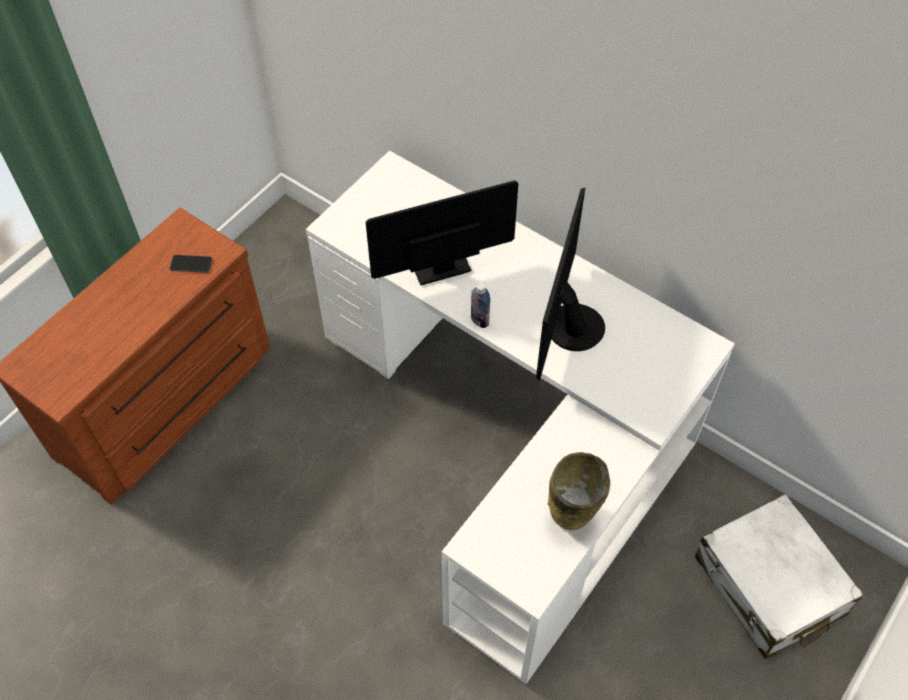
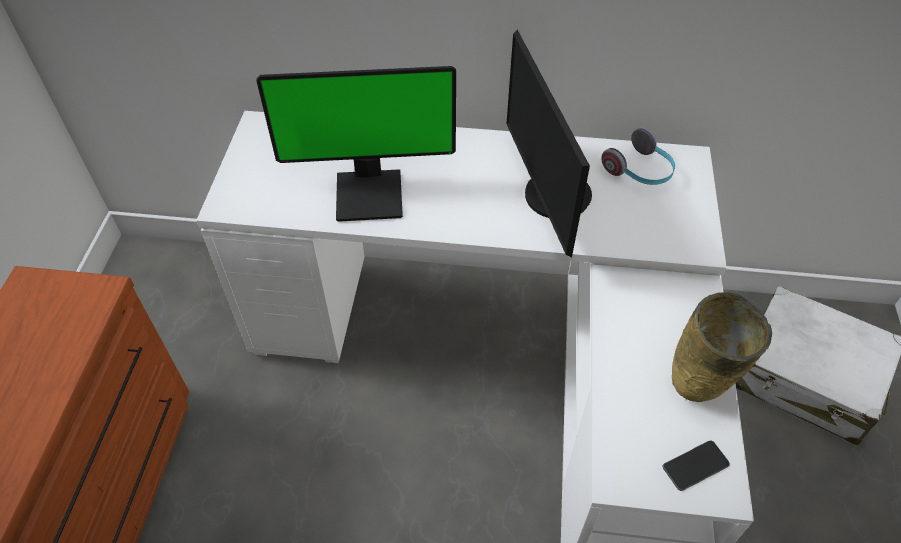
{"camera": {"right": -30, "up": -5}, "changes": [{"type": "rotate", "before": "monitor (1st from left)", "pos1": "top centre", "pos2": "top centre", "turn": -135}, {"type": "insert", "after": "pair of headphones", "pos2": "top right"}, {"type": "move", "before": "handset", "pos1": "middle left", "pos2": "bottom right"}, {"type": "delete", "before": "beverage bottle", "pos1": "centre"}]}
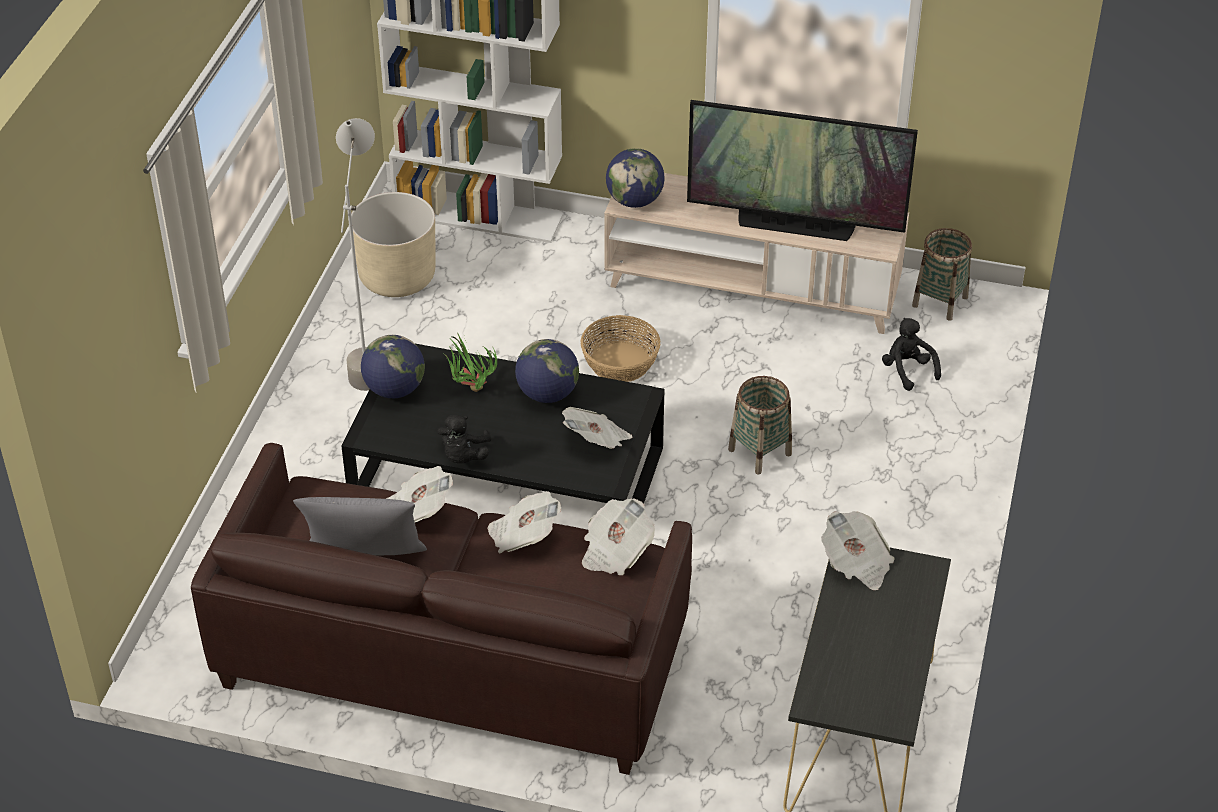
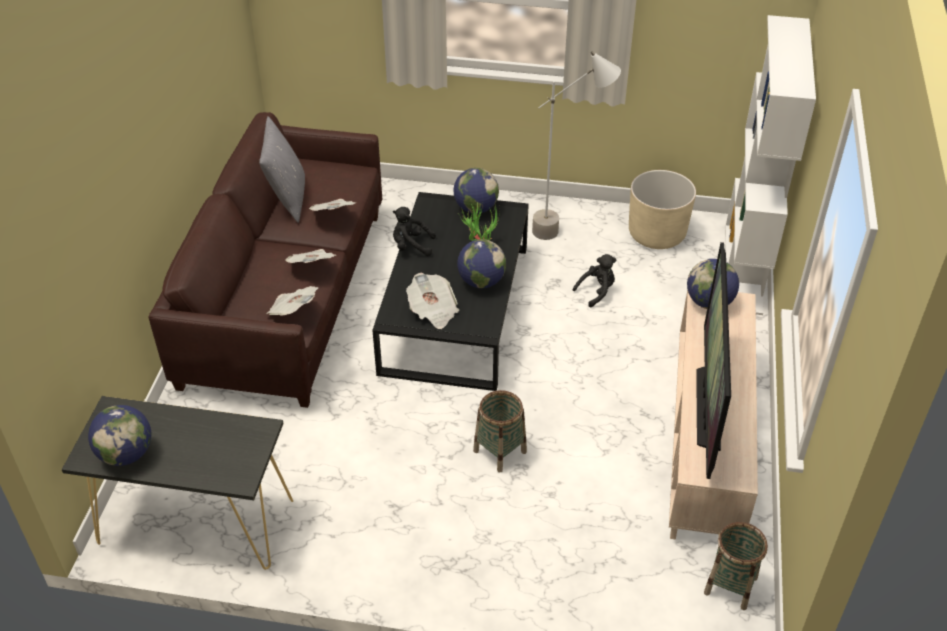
{"camera": {"right": 85, "up": 0}, "changes": [{"type": "insert", "after": "desk globe (1st from left)", "pos2": "bottom left"}, {"type": "move", "before": "black plush toy (2nd from left)", "pos1": "middle right", "pos2": "centre"}, {"type": "delete", "before": "storage basket (1st from left)", "pos1": "centre"}, {"type": "delete", "before": "daily paper (5th from left)", "pos1": "bottom right"}]}
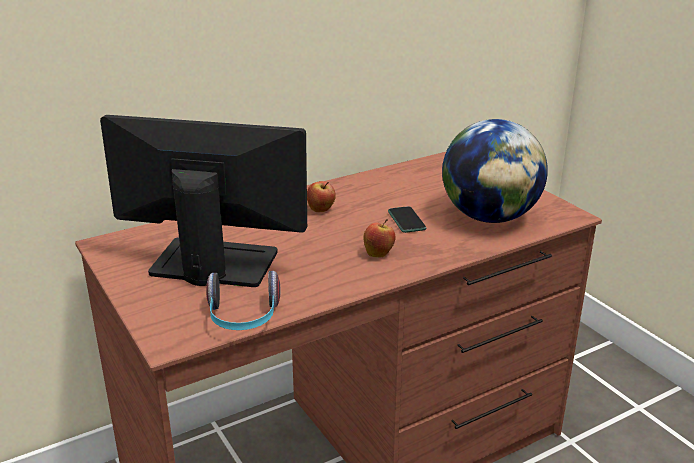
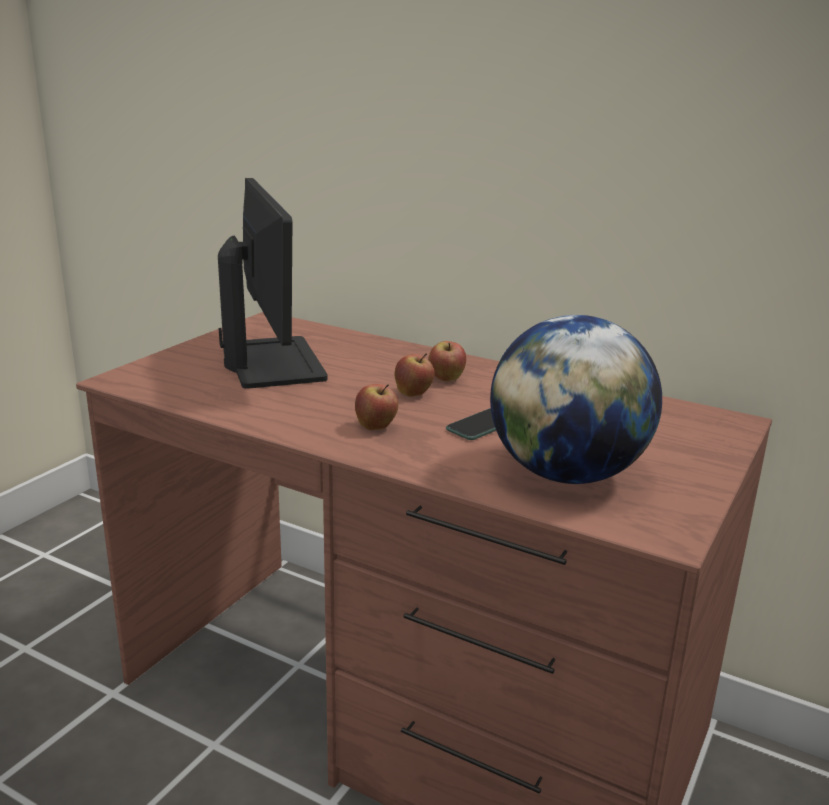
{"camera": {"right": 60, "up": -5}, "changes": [{"type": "insert", "after": "apple (2nd from left)", "pos2": "centre"}, {"type": "delete", "before": "pair of headphones", "pos1": "centre"}]}
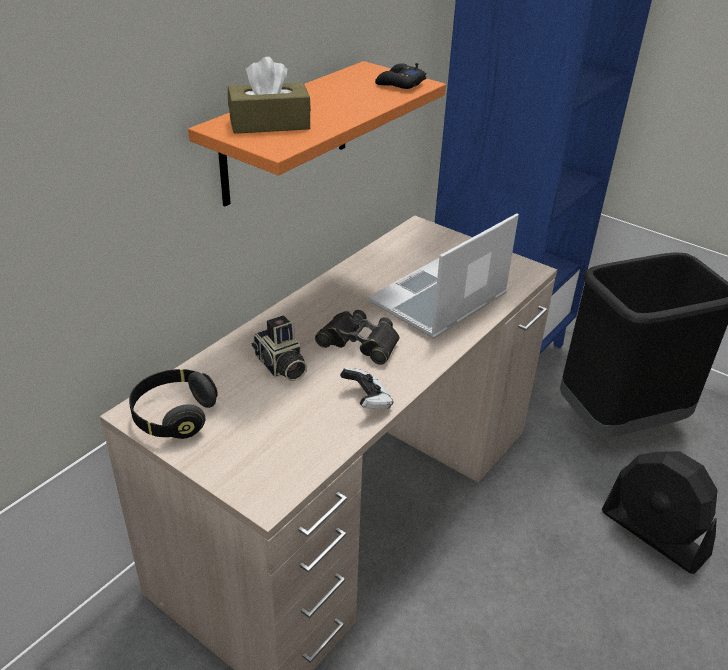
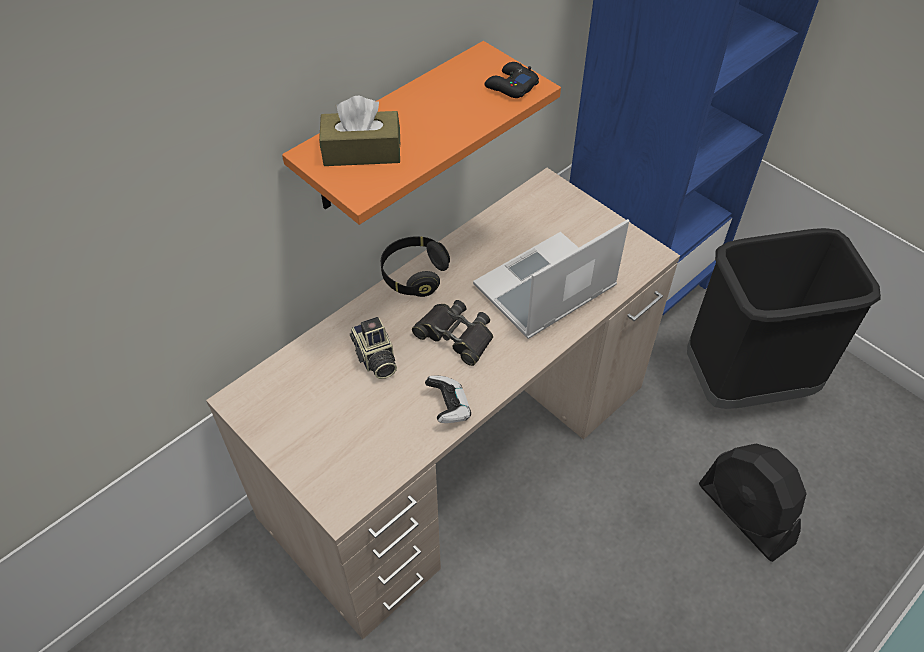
{"camera": {"right": 10, "up": 15}, "changes": [{"type": "move", "before": "black pair of headphones", "pos1": "middle left", "pos2": "centre"}]}
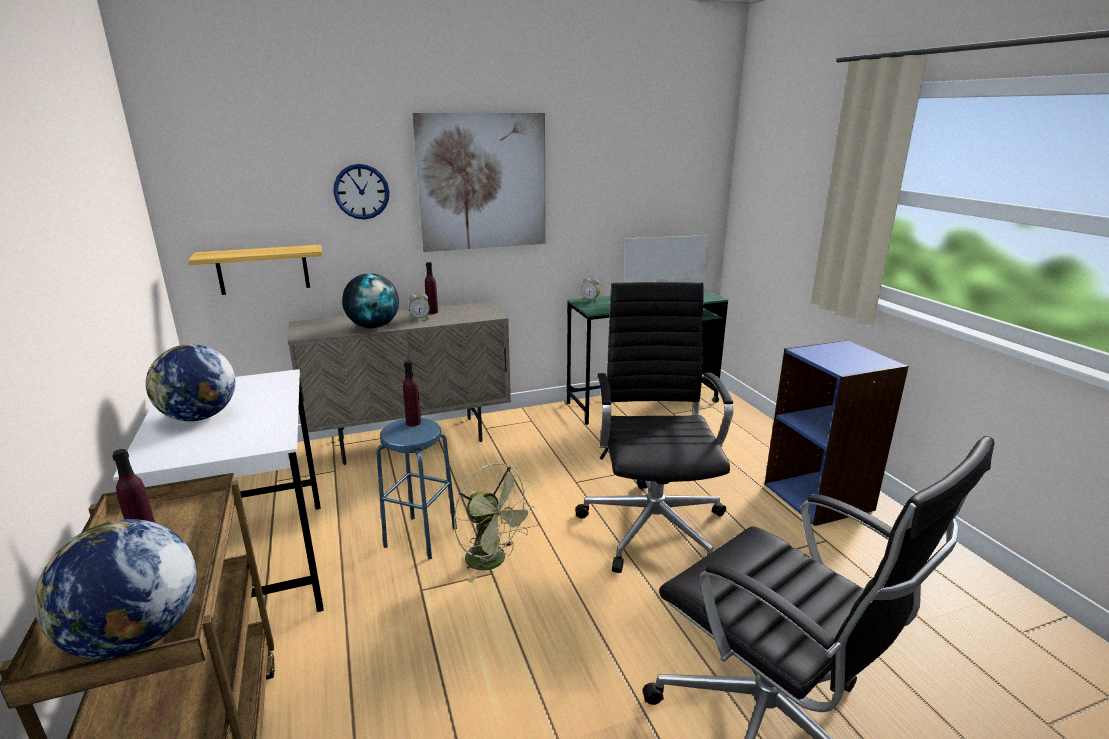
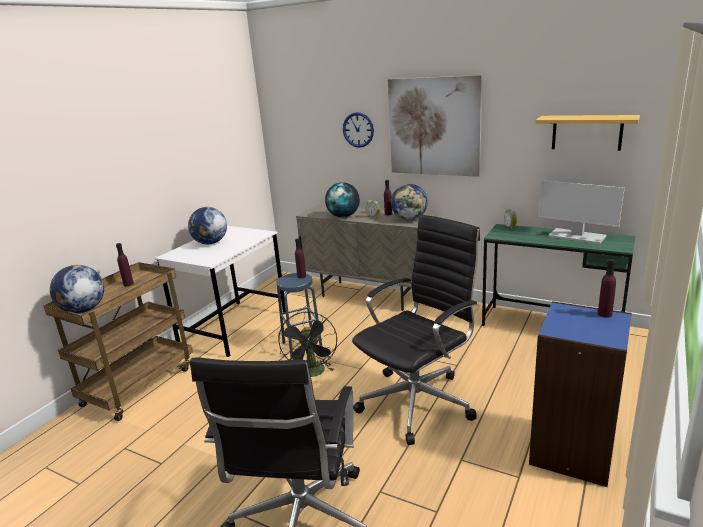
{"camera": {"right": 50, "up": 0}, "changes": [{"type": "recolor", "before": "greenish cooling fan", "after": "black cooling fan", "pos1": "bottom centre", "pos2": "centre"}, {"type": "insert", "after": "desk globe (4th from left)", "pos2": "centre"}, {"type": "move", "before": "bracket shelf", "pos1": "middle left", "pos2": "top right"}, {"type": "insert", "after": "purple beverage bottle (4th from left)", "pos2": "middle right"}]}
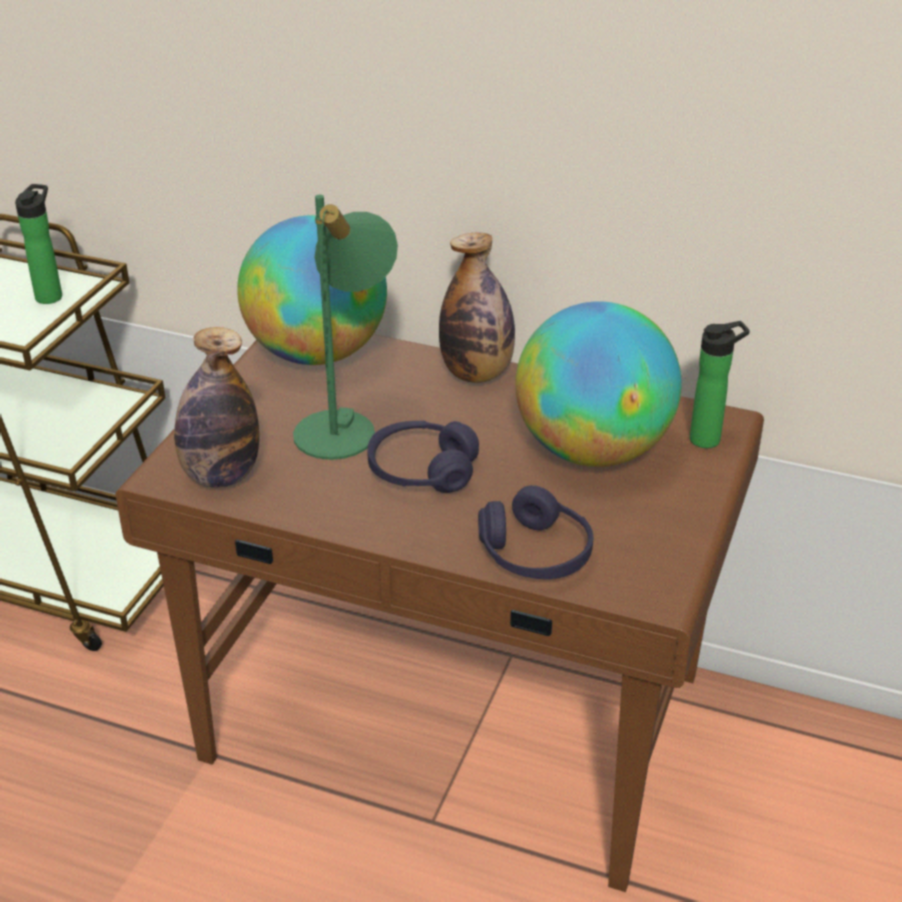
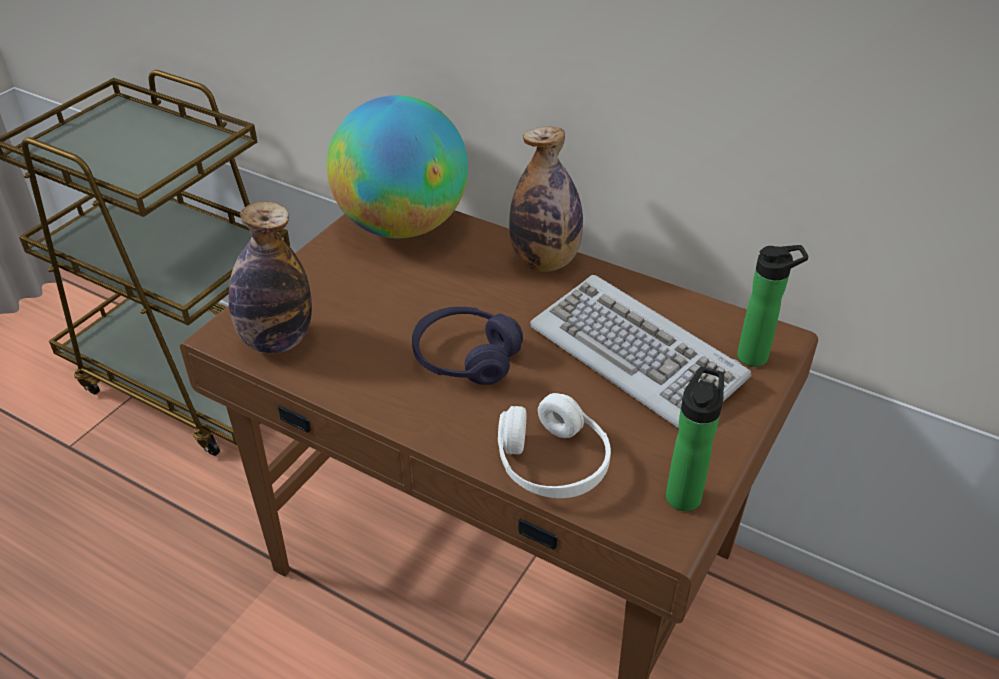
{"camera": {"right": 10, "up": 5}, "changes": [{"type": "recolor", "before": "purple pair of headphones (2nd from left)", "after": "white pair of headphones", "pos1": "centre", "pos2": "centre"}, {"type": "replace", "before": "desk globe (2nd from left)", "after": "computer keyboard", "pos1": "centre", "pos2": "centre"}, {"type": "move", "before": "beverage bottle (1st from left in the first image)", "after": "beverage bottle (3rd from left)", "pos1": "top left", "pos2": "middle right"}, {"type": "delete", "before": "greenish lamp for a table", "pos1": "centre"}]}
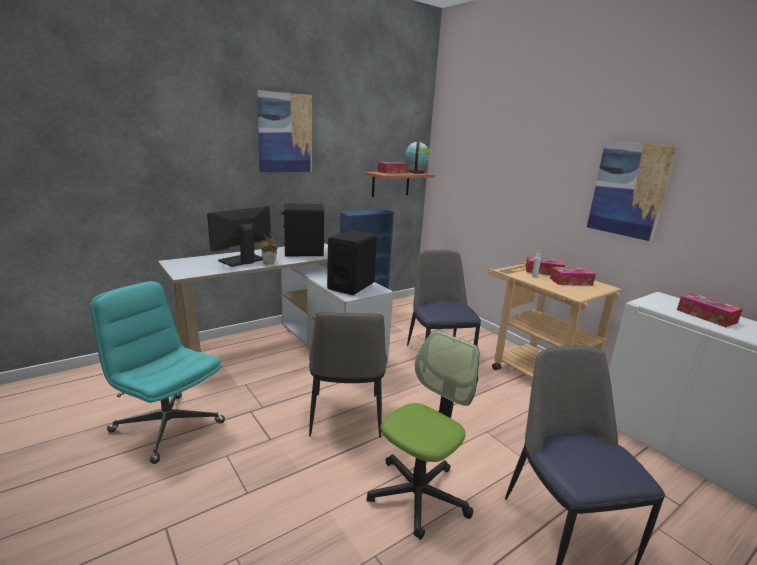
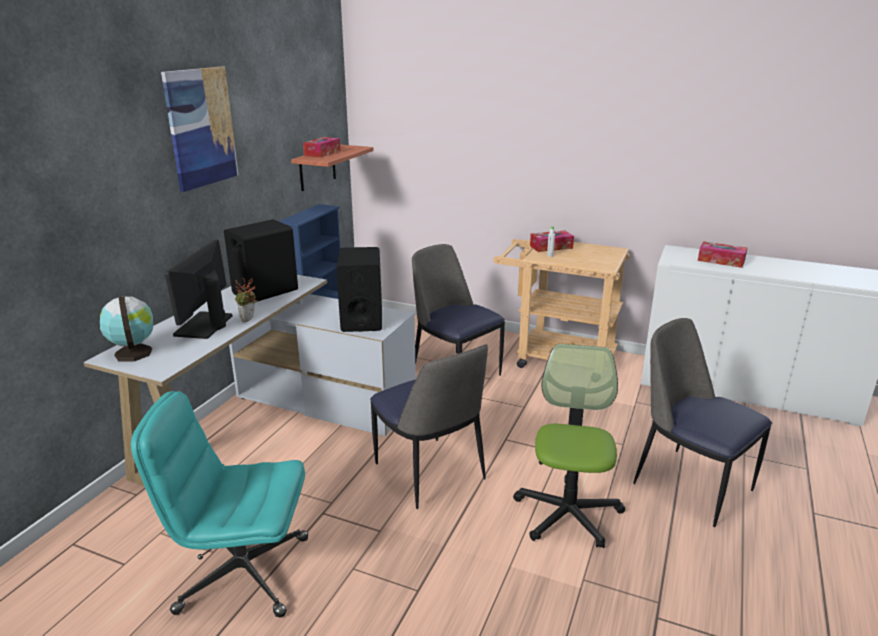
{"camera": {"right": -30, "up": 5}, "changes": [{"type": "move", "before": "desk globe", "pos1": "top centre", "pos2": "middle left"}, {"type": "delete", "before": "box of tissues (3rd from left)", "pos1": "middle right"}, {"type": "delete", "before": "wall picture (2nd from left)", "pos1": "middle right"}]}
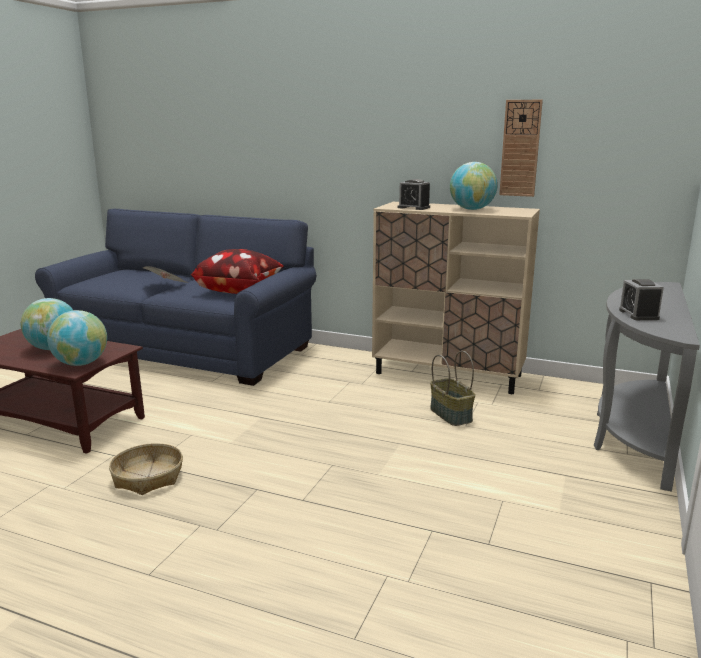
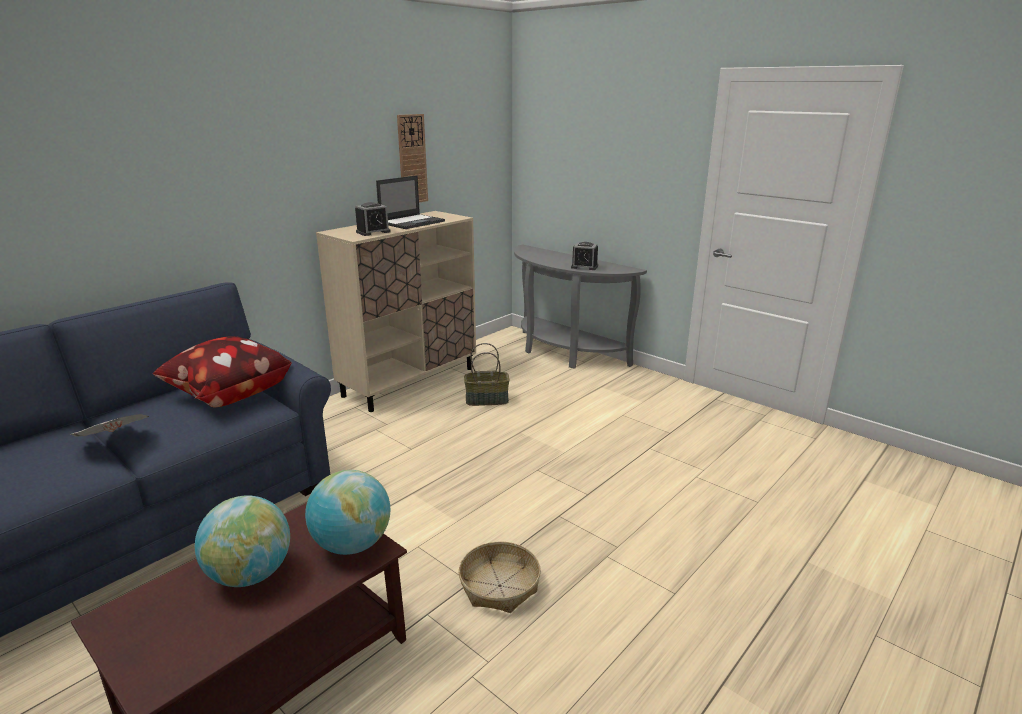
{"camera": {"right": -70, "up": 5}, "changes": [{"type": "replace", "before": "desk globe (3rd from left)", "after": "notebook computer", "pos1": "top right", "pos2": "top centre"}]}
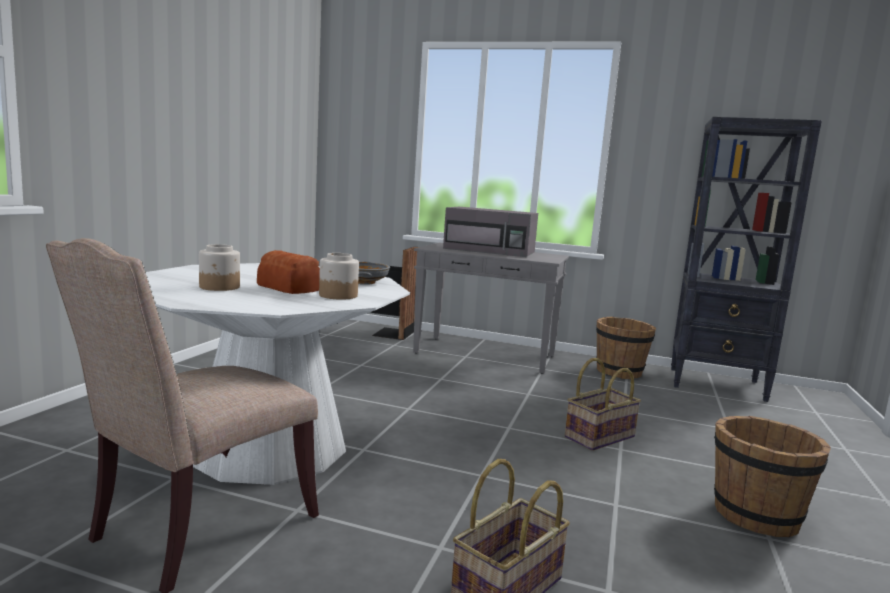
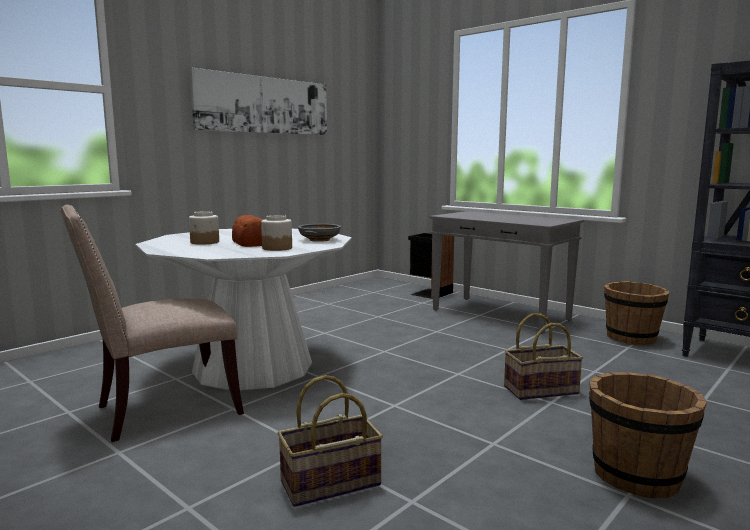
{"camera": {"right": 25, "up": 0}, "changes": [{"type": "insert", "after": "wall picture", "pos2": "top centre"}, {"type": "delete", "before": "greyish microwave", "pos1": "centre"}]}
